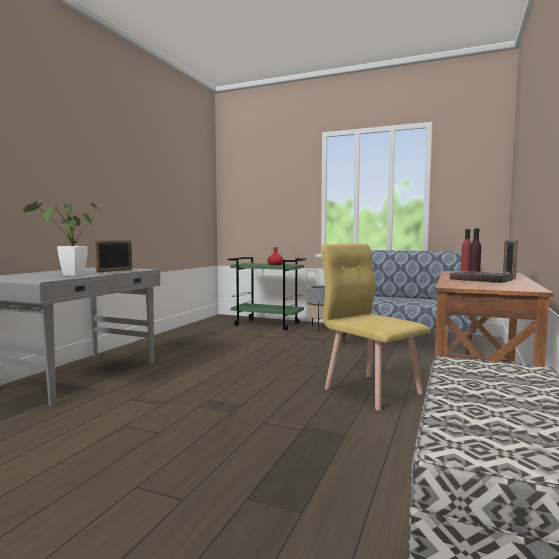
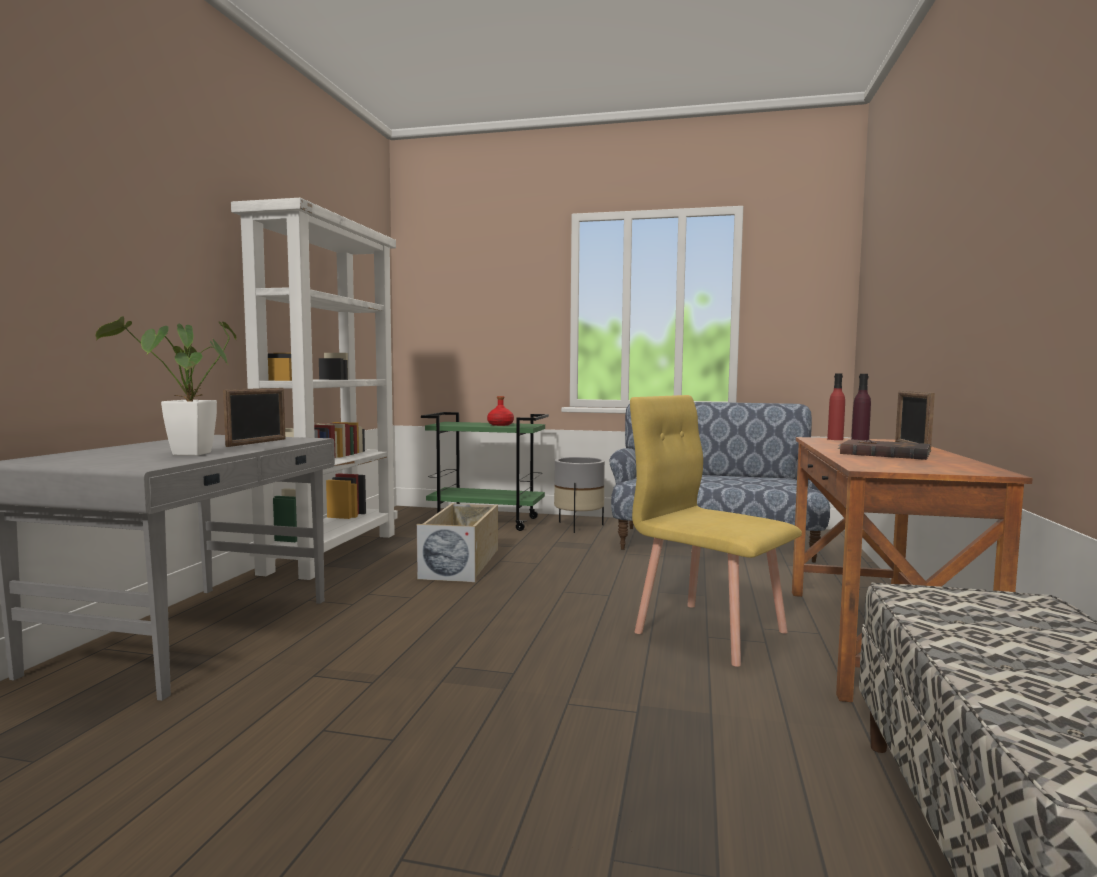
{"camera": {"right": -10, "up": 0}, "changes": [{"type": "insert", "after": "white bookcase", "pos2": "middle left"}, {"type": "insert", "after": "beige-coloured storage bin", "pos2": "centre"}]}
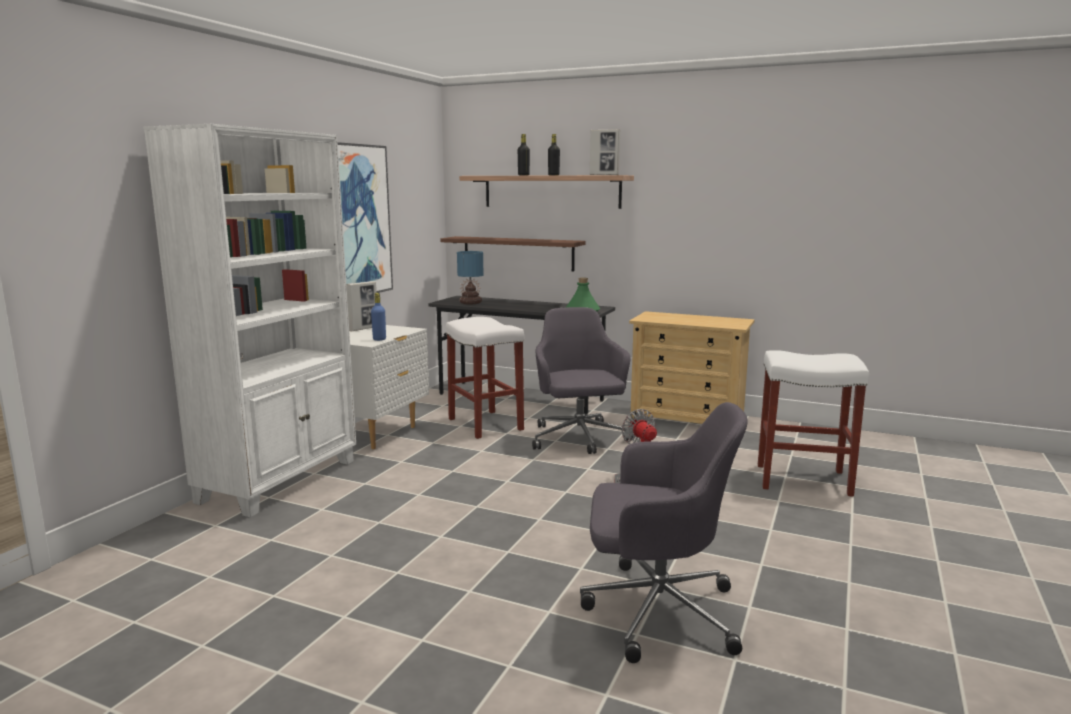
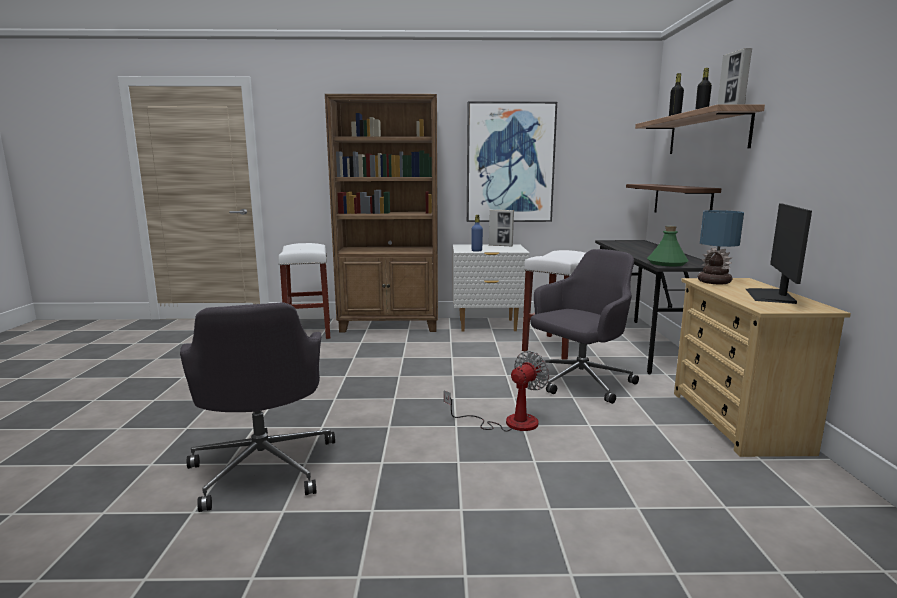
{"camera": {"right": 65, "up": 0}, "changes": [{"type": "move", "before": "white sitting stool (2nd from left in the first image)", "after": "white sitting stool (1st from left)", "pos1": "middle right", "pos2": "centre"}, {"type": "recolor", "before": "white bookcase", "after": "brownish bookcase", "pos1": "middle left", "pos2": "centre"}, {"type": "move", "before": "lamp for a table", "pos1": "centre", "pos2": "middle right"}, {"type": "insert", "after": "monitor", "pos2": "middle right"}]}
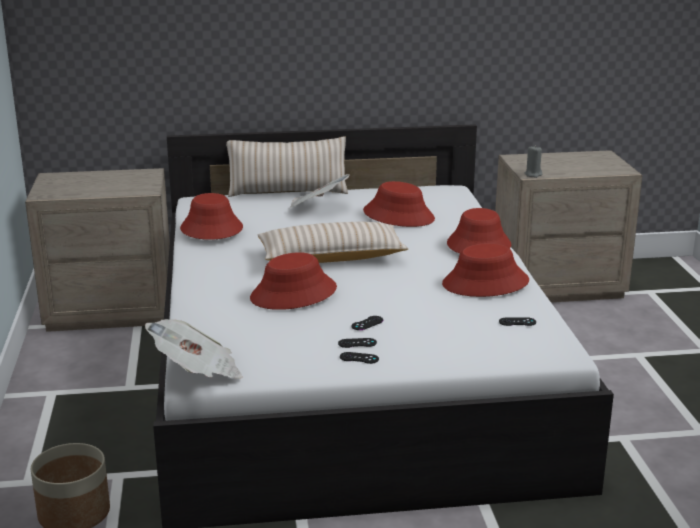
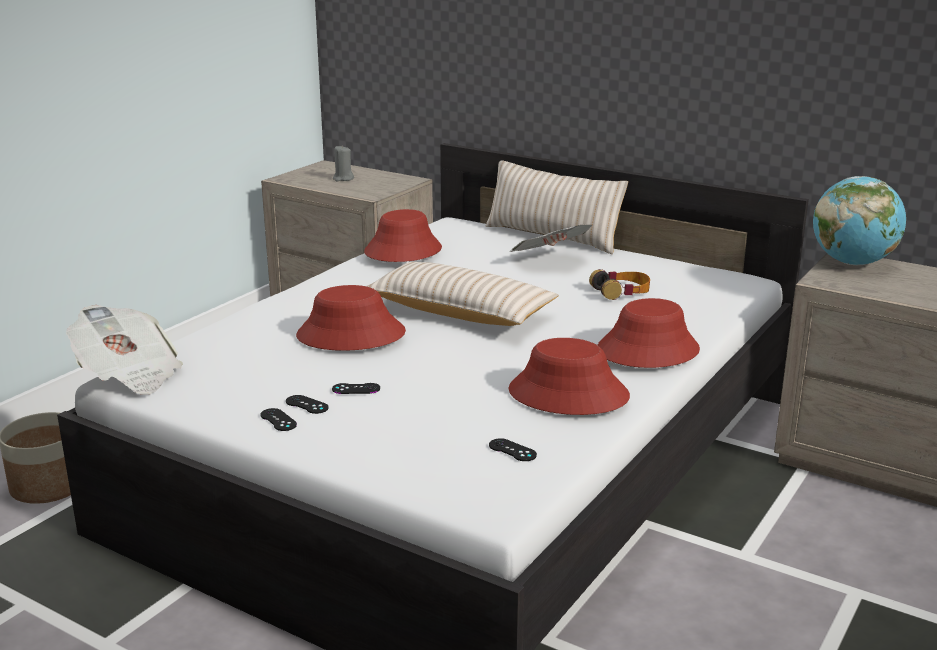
{"camera": {"right": 40, "up": 0}, "changes": [{"type": "move", "before": "greyish wax candle", "pos1": "top right", "pos2": "top centre"}, {"type": "replace", "before": "red wearable hat (3rd from left)", "after": "pair of headphones", "pos1": "centre", "pos2": "centre"}, {"type": "insert", "after": "desk globe", "pos2": "middle right"}]}
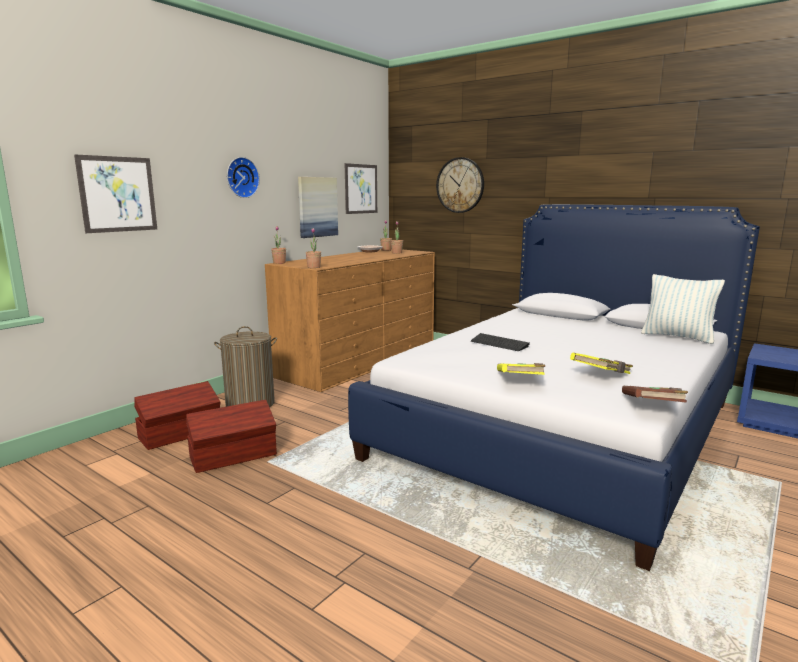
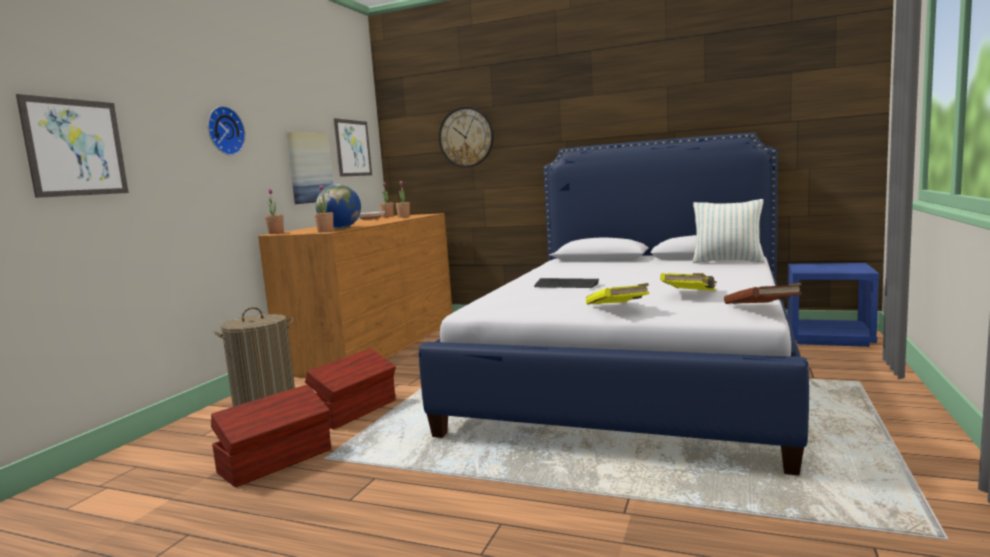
{"camera": {"right": -15, "up": -5}, "changes": [{"type": "move", "before": "brownish storage bin (1st from left in the first image)", "after": "brownish storage bin (2nd from left)", "pos1": "middle left", "pos2": "bottom centre"}, {"type": "insert", "after": "desk globe", "pos2": "centre"}]}
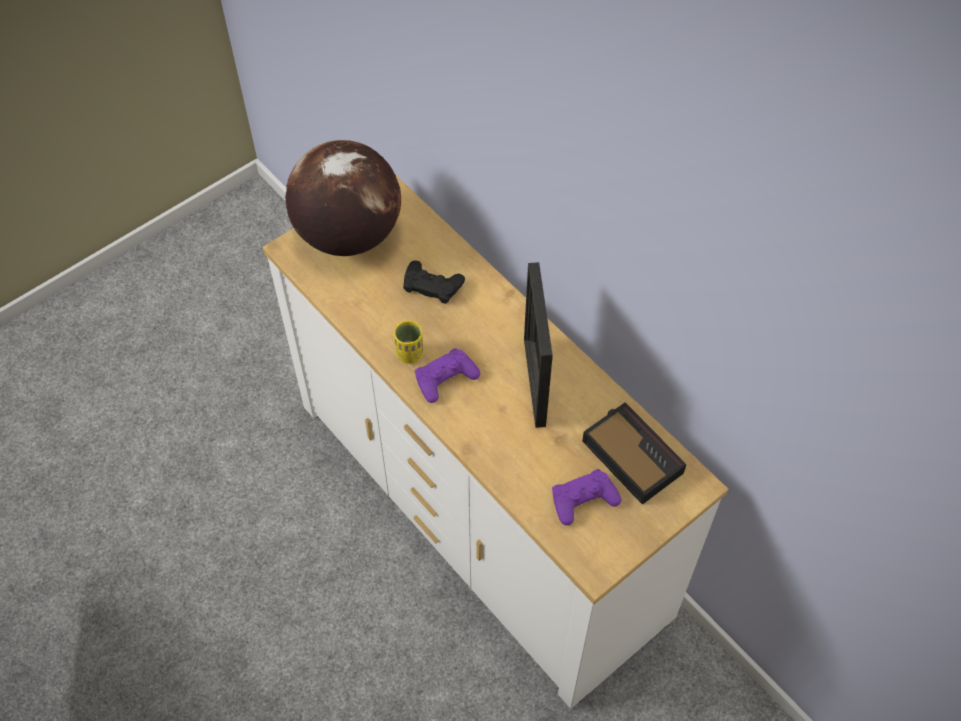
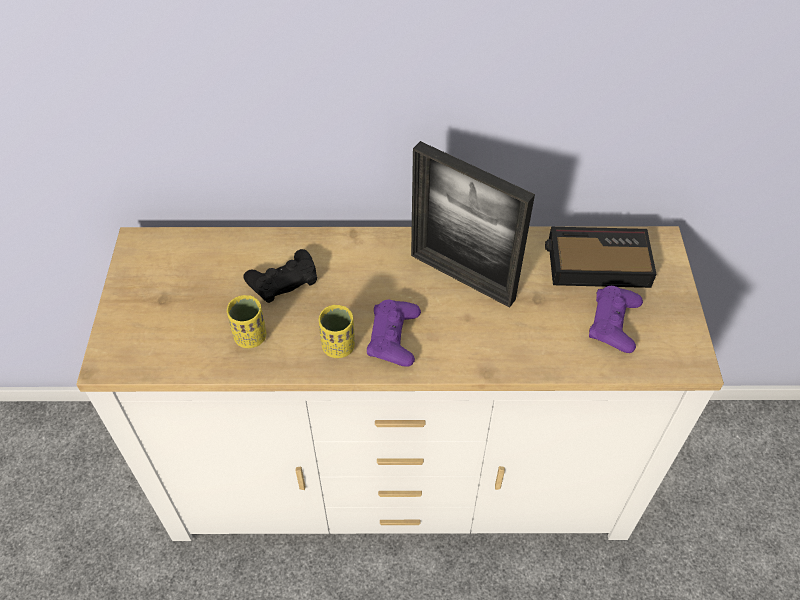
{"camera": {"right": -50, "up": -5}, "changes": [{"type": "insert", "after": "yellowish drinking cup (1st from left)", "pos2": "middle left"}, {"type": "delete", "before": "desk globe", "pos1": "top centre"}]}
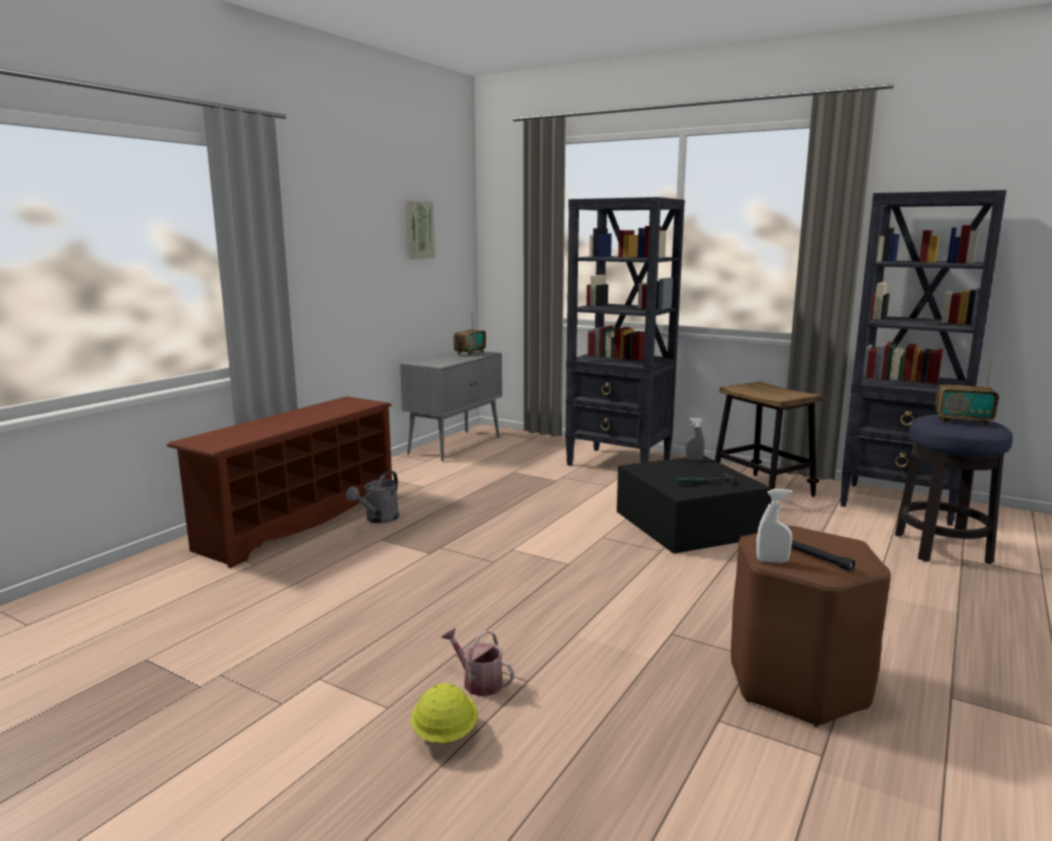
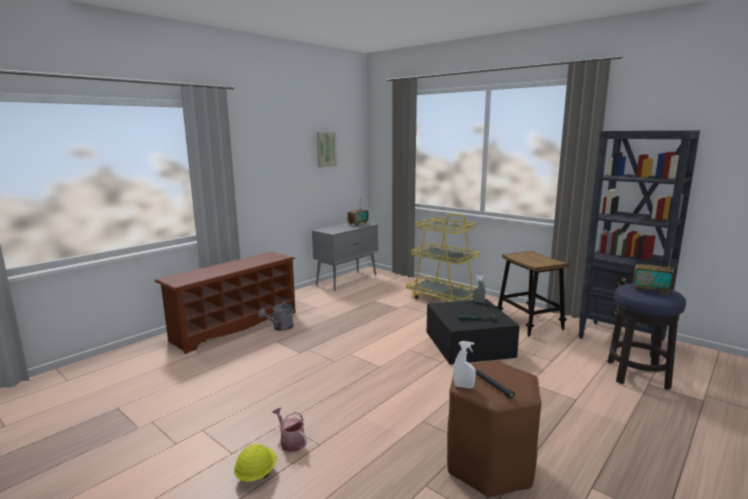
{"camera": {"right": 10, "up": 0}, "changes": [{"type": "replace", "before": "black bookcase (1st from left)", "after": "yellowish cart", "pos1": "centre", "pos2": "centre"}]}
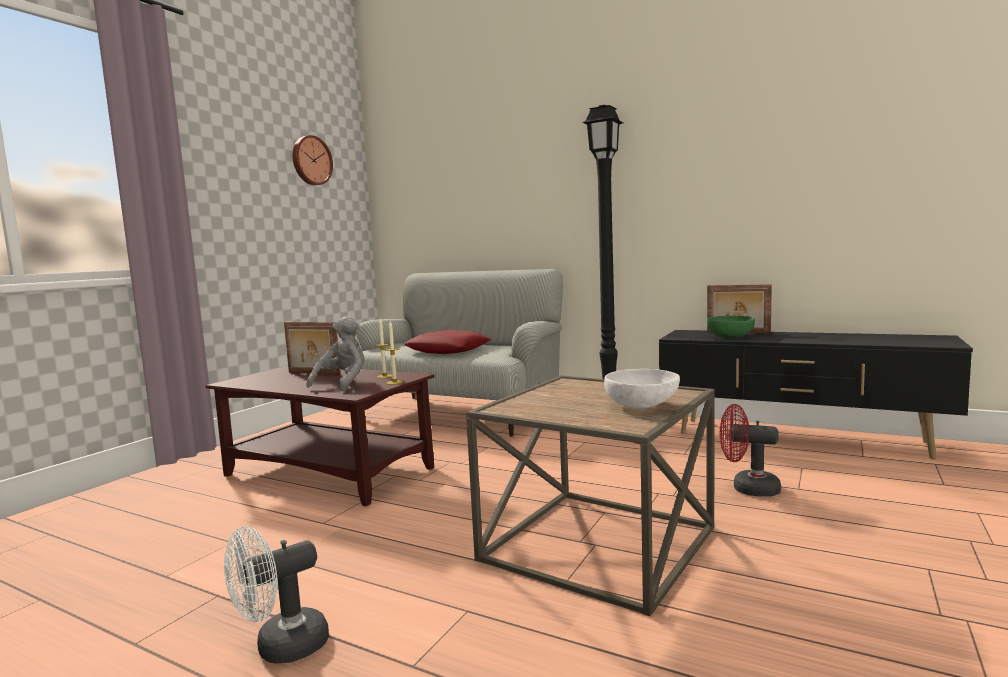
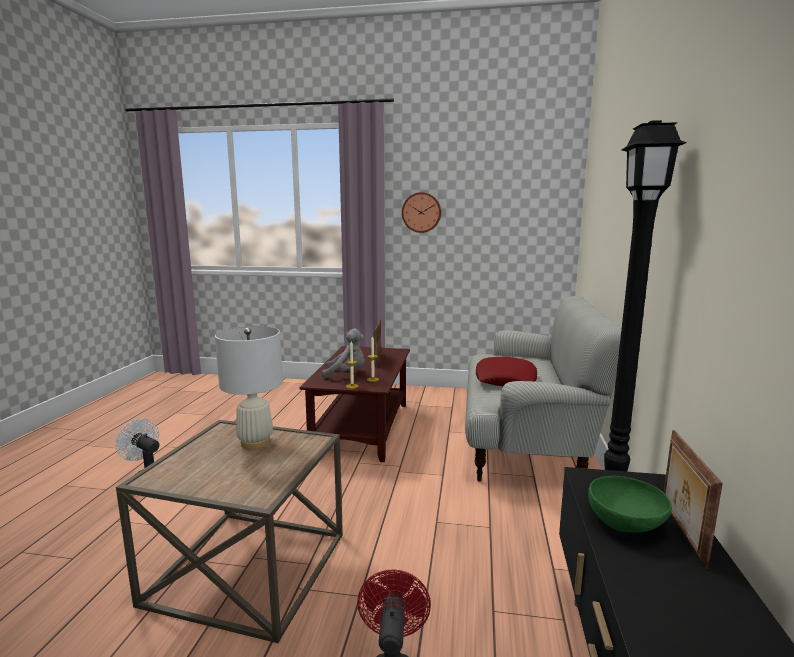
{"camera": {"right": 70, "up": 5}, "changes": [{"type": "insert", "after": "white lamp for a table", "pos2": "middle left"}, {"type": "move", "before": "clock on the wall", "pos1": "top left", "pos2": "top centre"}, {"type": "delete", "before": "white serving bowl", "pos1": "centre"}]}
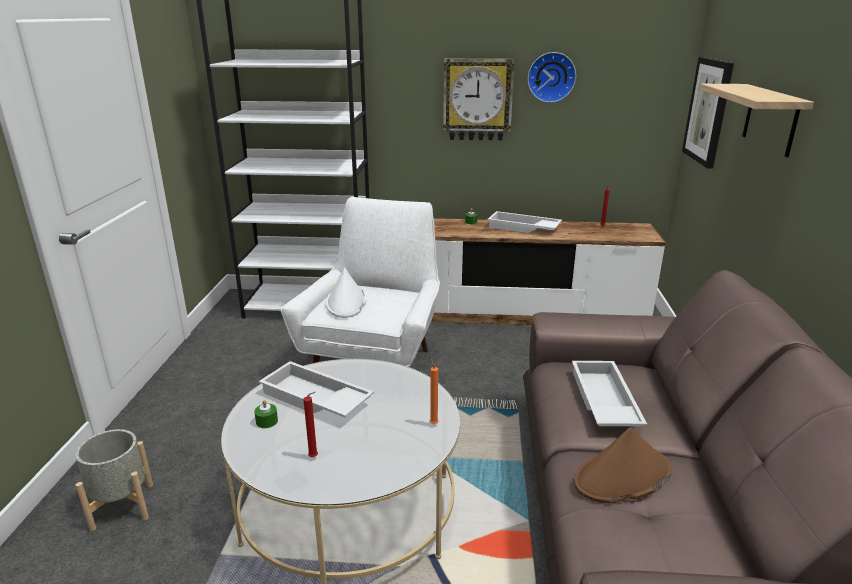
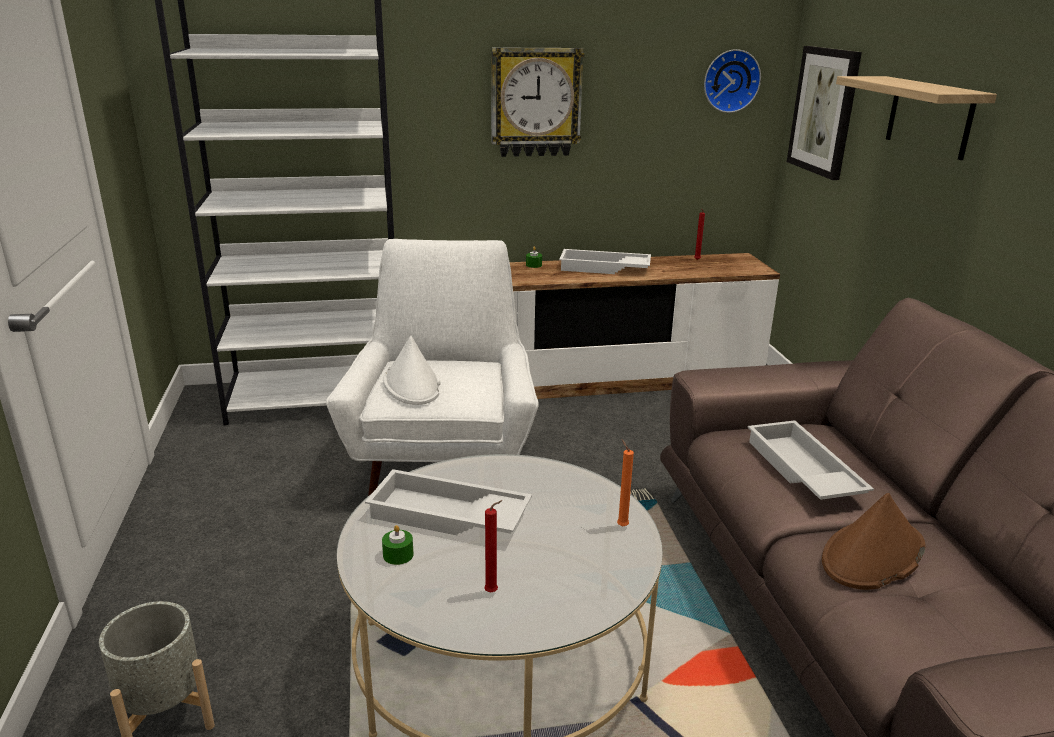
{"camera": {"right": -15, "up": 0}, "changes": [{"type": "move", "before": "clock on the wall (2nd from left)", "pos1": "top centre", "pos2": "top right"}]}
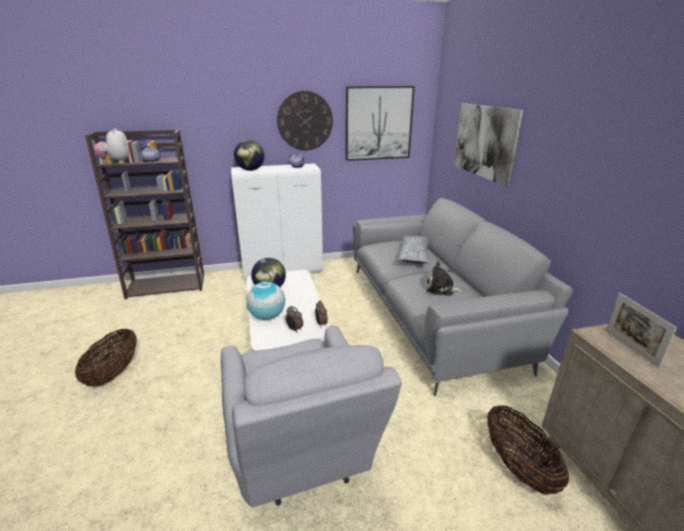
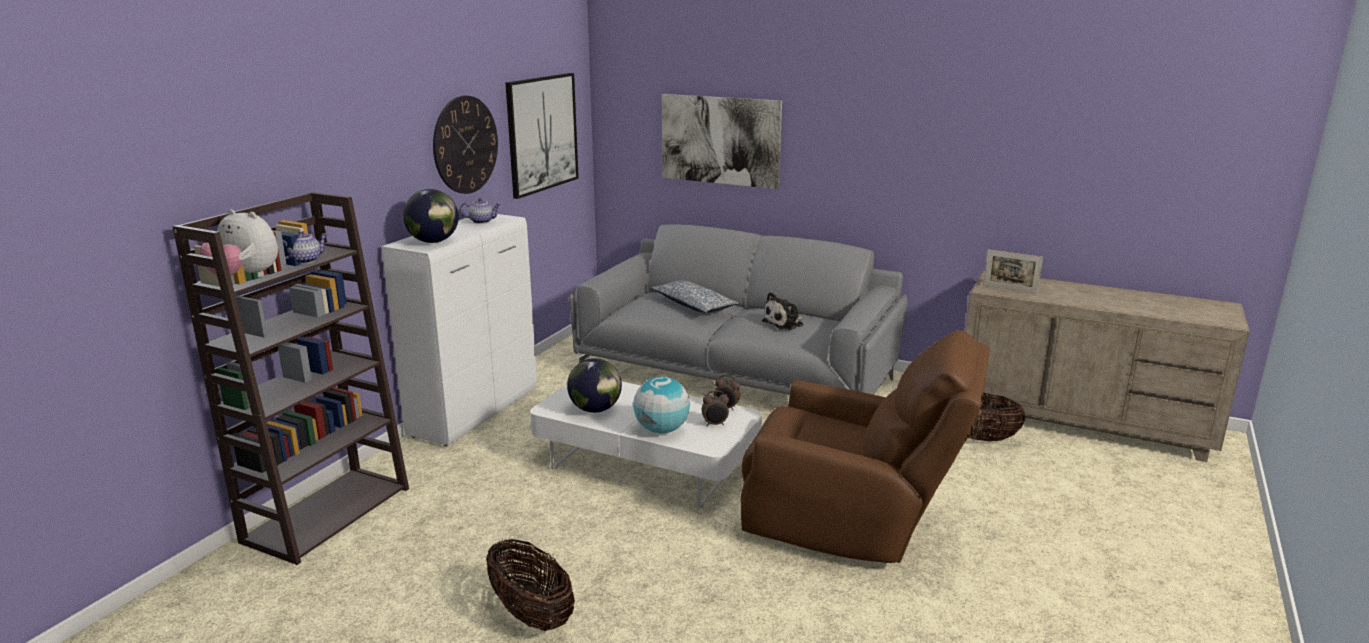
{"camera": {"right": -50, "up": -5}, "changes": [{"type": "recolor", "before": "greyish armchair", "after": "brownish armchair", "pos1": "bottom centre", "pos2": "bottom centre"}]}
